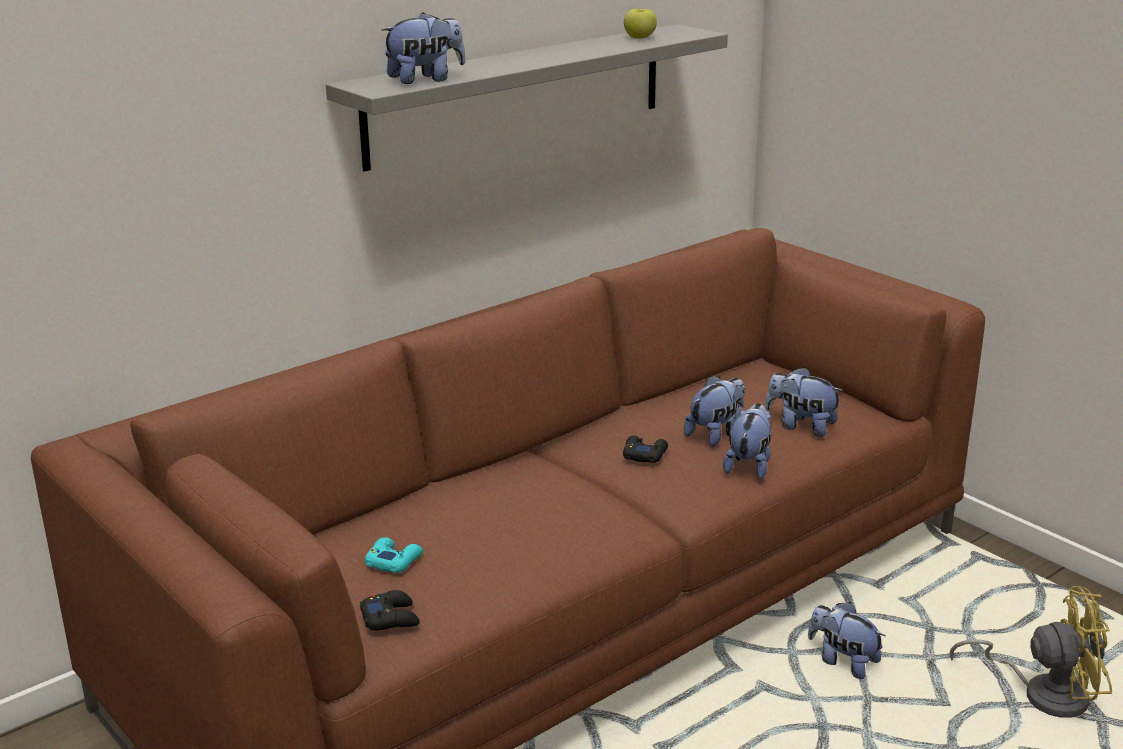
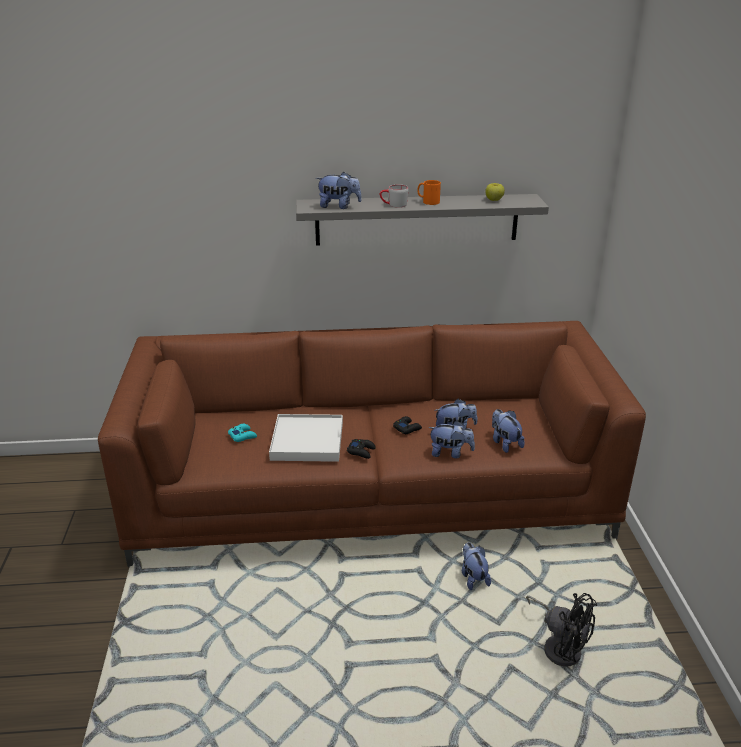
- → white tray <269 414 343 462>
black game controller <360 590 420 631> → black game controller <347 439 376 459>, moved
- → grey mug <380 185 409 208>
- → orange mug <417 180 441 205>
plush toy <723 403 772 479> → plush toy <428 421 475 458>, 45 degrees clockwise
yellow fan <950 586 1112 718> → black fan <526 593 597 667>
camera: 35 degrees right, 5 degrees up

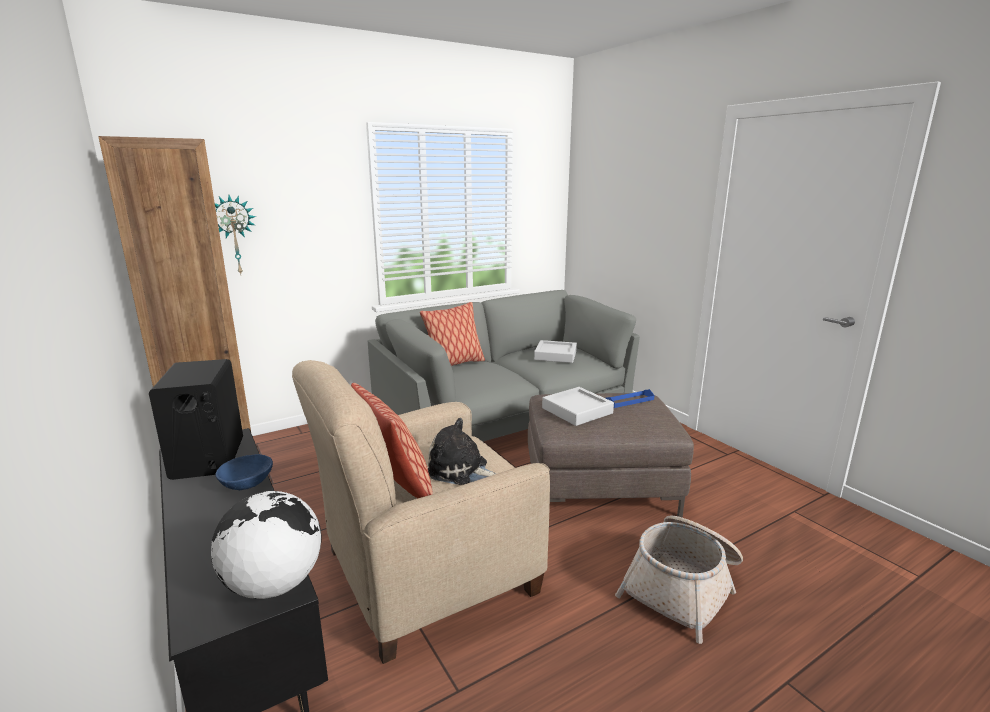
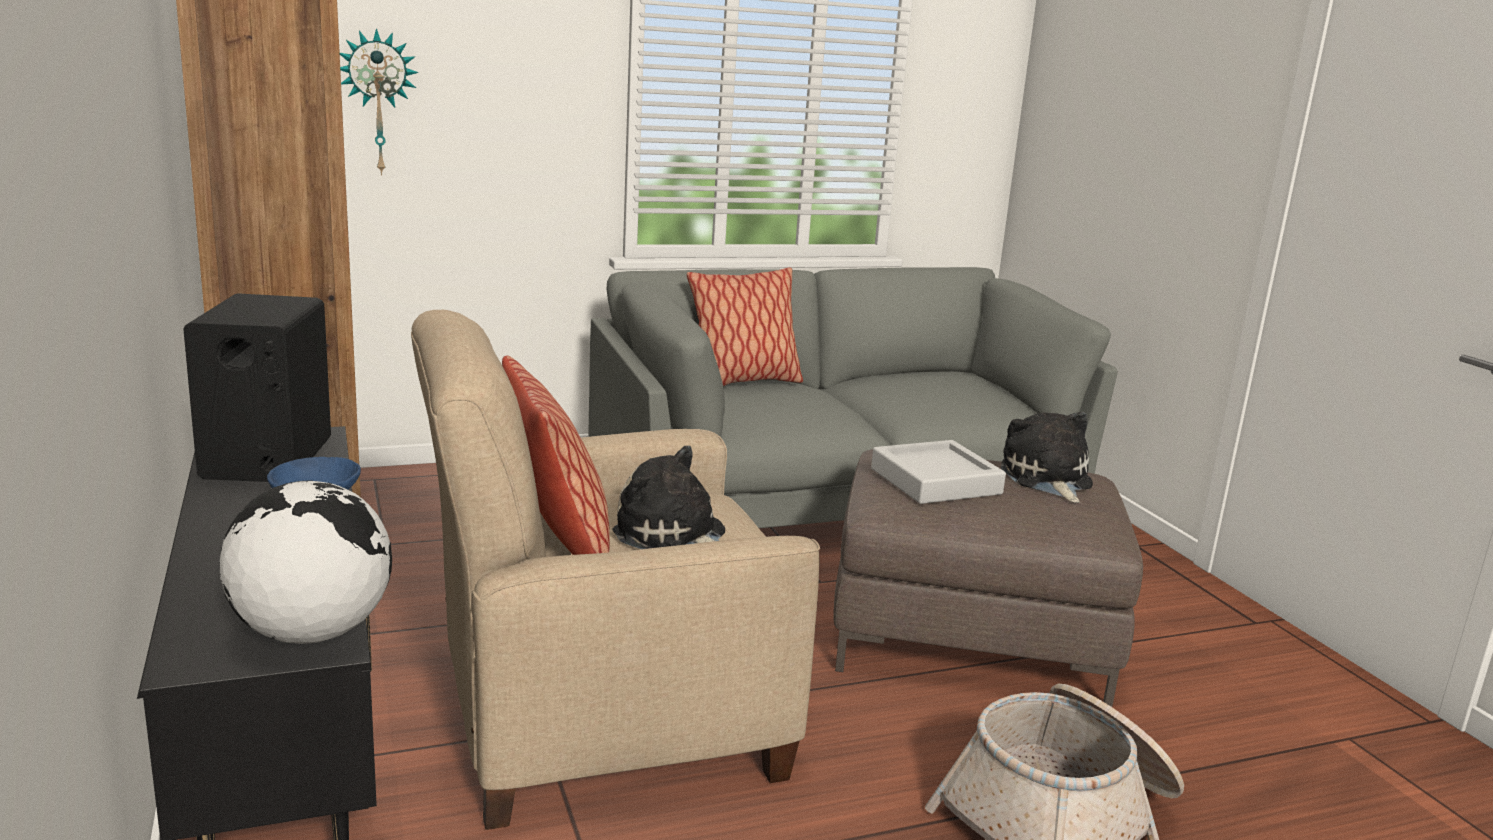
blue tray <606 389 654 408> → plush toy <1001 412 1093 503>
grey tray <534 340 577 363> → -
camera: 10 degrees right, 0 degrees up

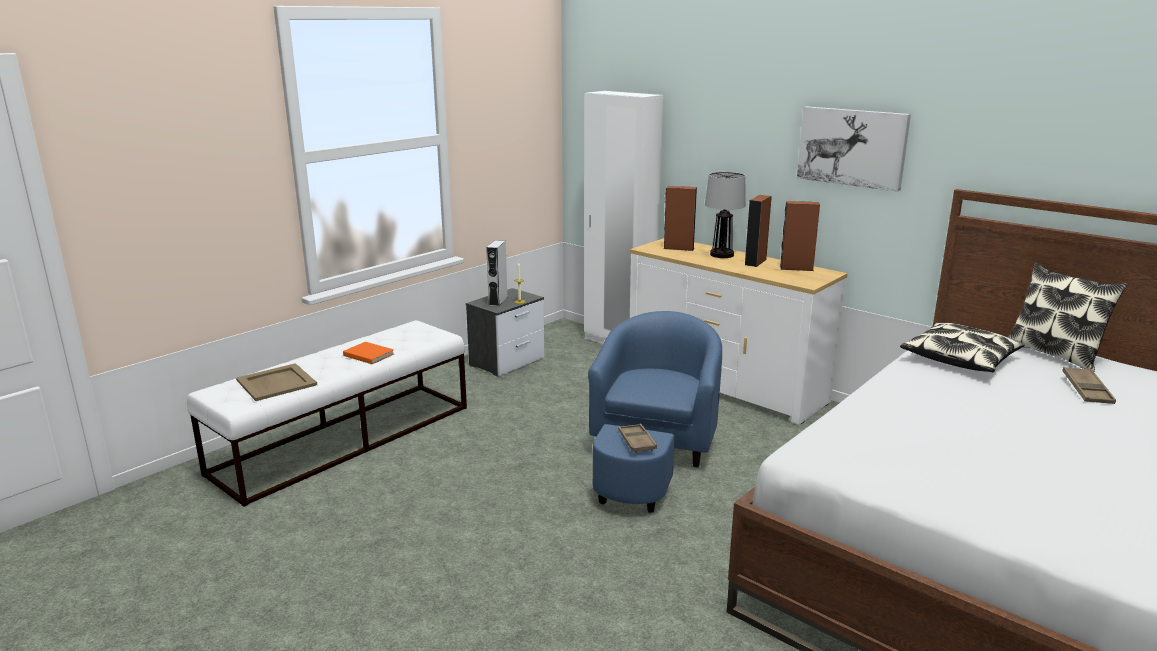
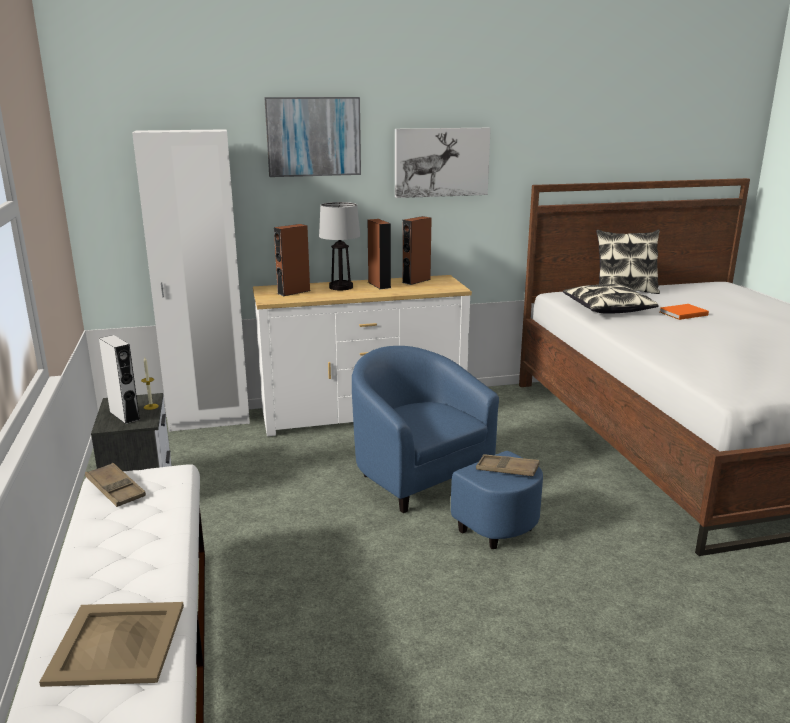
brown tray <1062 367 1116 404> → brown tray <85 463 146 507>, moved
- → picture <264 97 361 177>
orange book <343 342 394 364> → orange book <660 304 709 320>, moved
camera: 55 degrees left, 0 degrees up

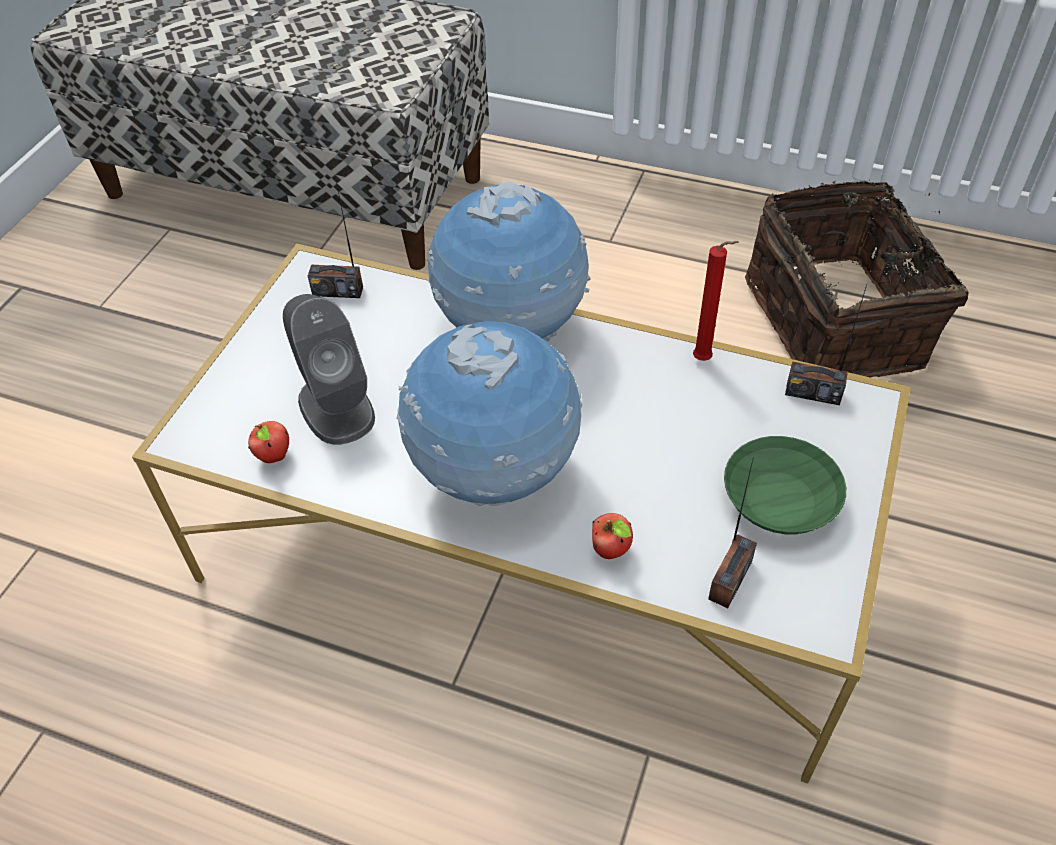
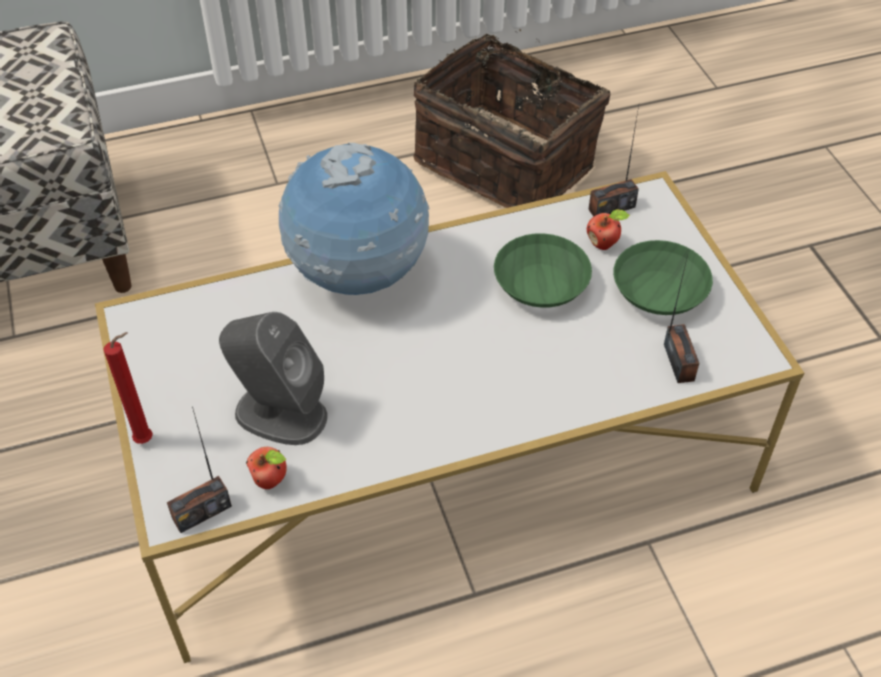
red candle <693 241 738 361> → red candle <103 332 153 444>, moved
radio <308 181 363 298> → radio <167 406 232 533>, moved
- → green bowl <494 233 592 308>
apple <592 513 633 559> → apple <587 209 630 250>, moved
globe <396 321 582 506> → -
camera: 40 degrees left, 0 degrees up

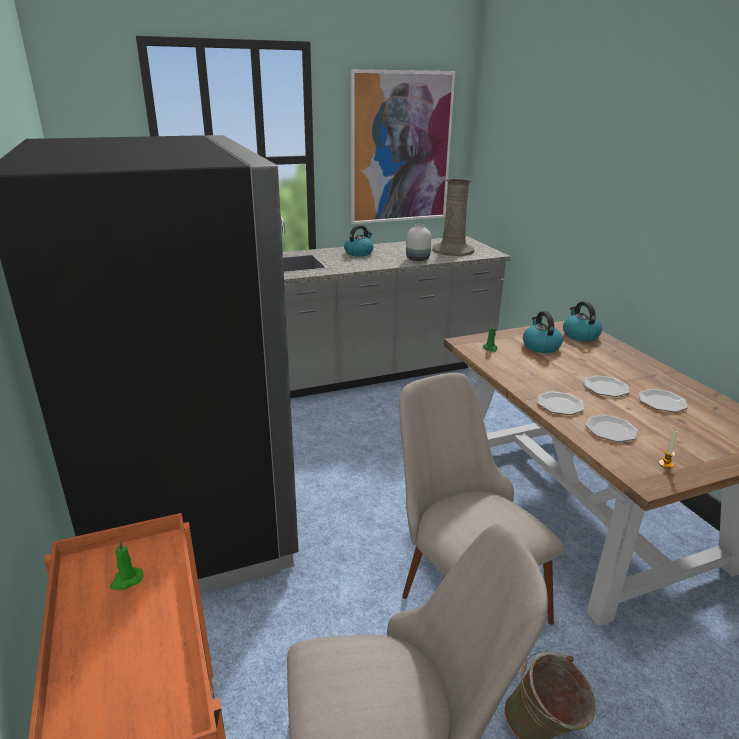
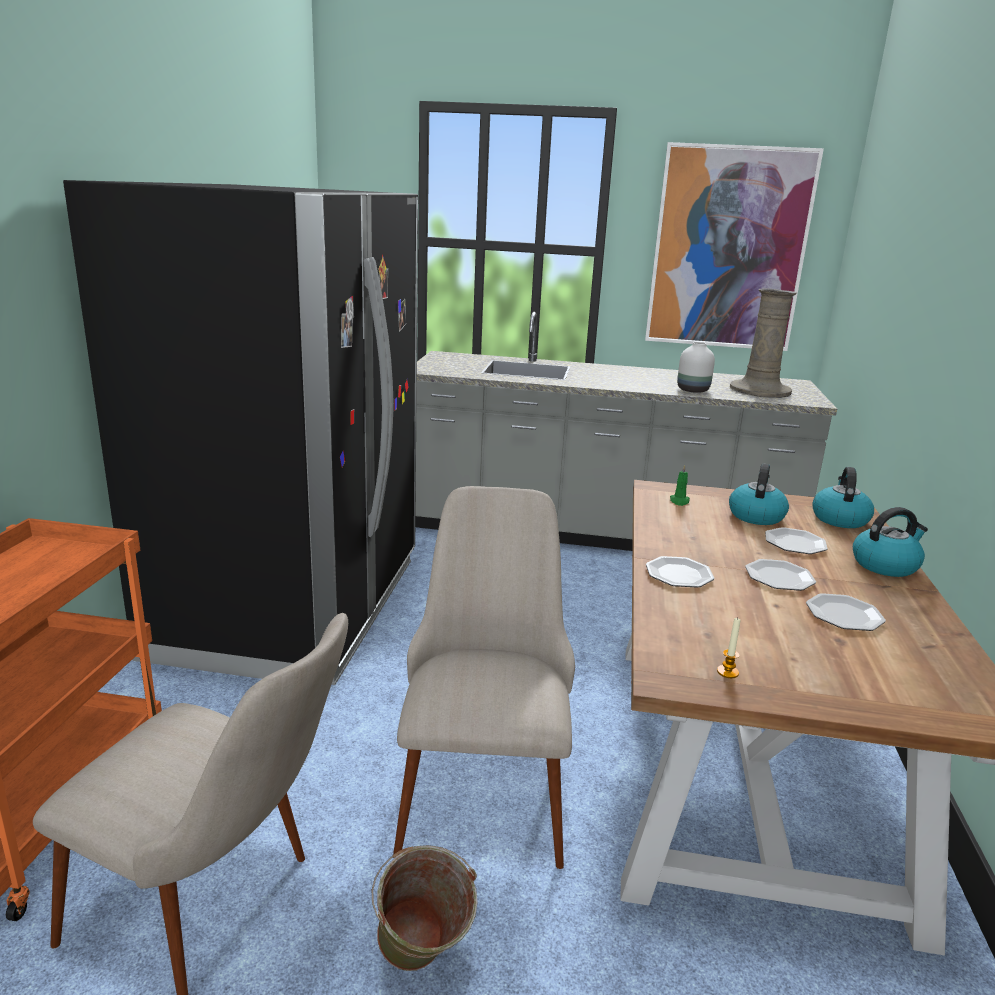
plate <585 415 638 442> → plate <765 527 828 554>, moved
kettle <344 225 374 256> → kettle <853 507 928 577>, moved
green candle <110 541 143 590> → -
camera: 30 degrees right, 5 degrees down

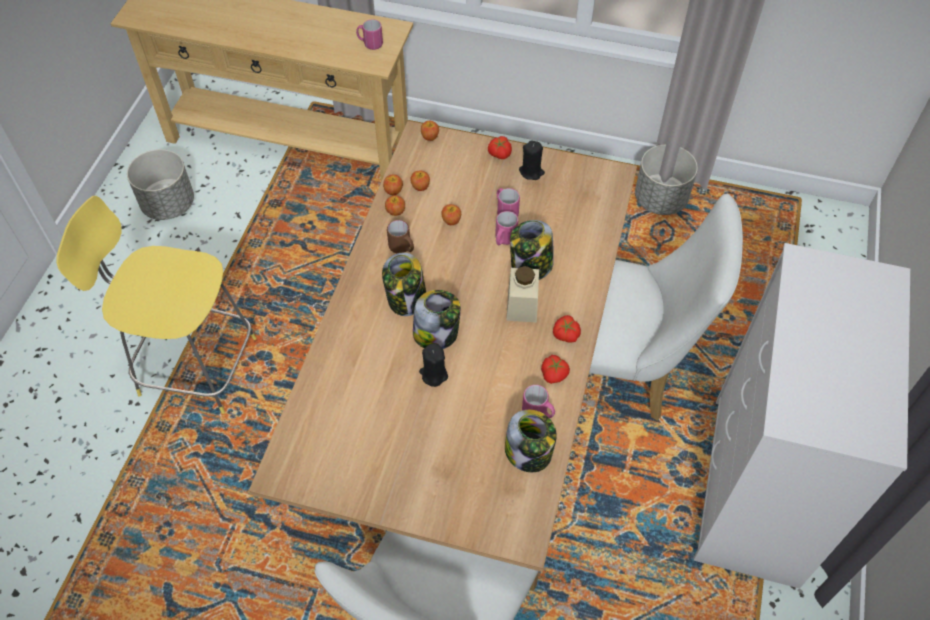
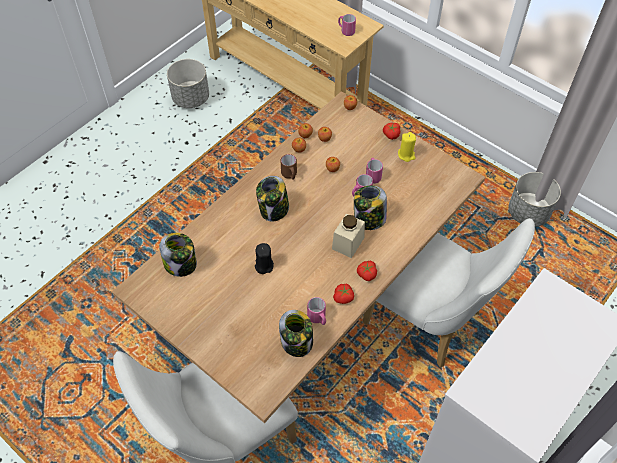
jar <413 290 461 349> → jar <160 233 197 277>, moved
black candle <519 140 545 180> → yellow candle <398 132 416 162>
yellow stool <56 196 256 414> → -
camera: 25 degrees right, 0 degrees up

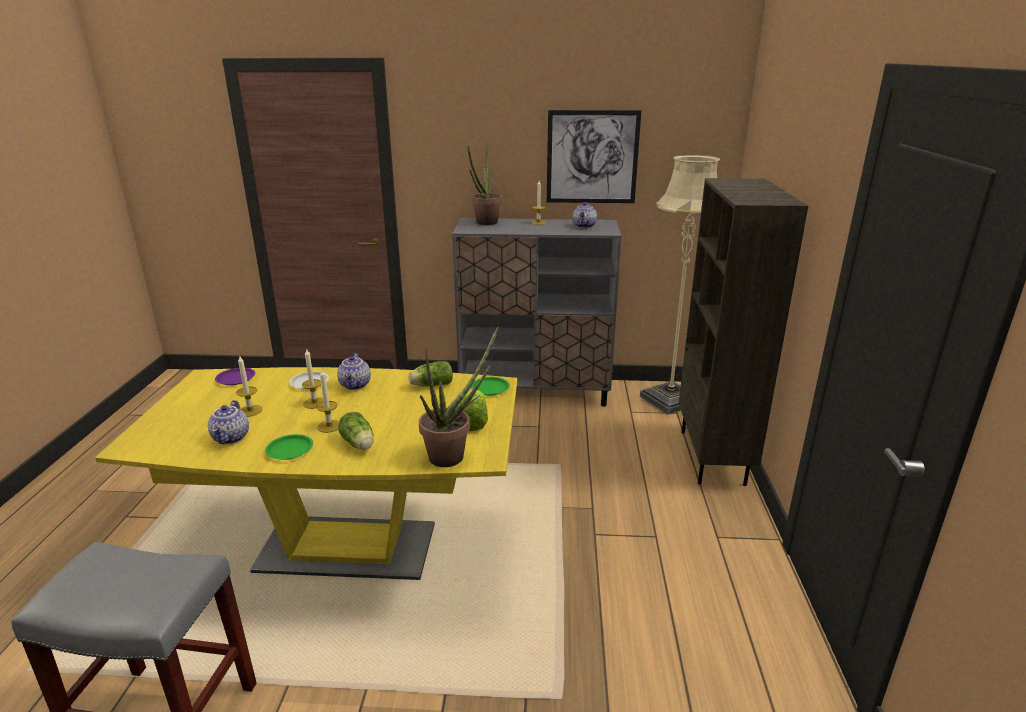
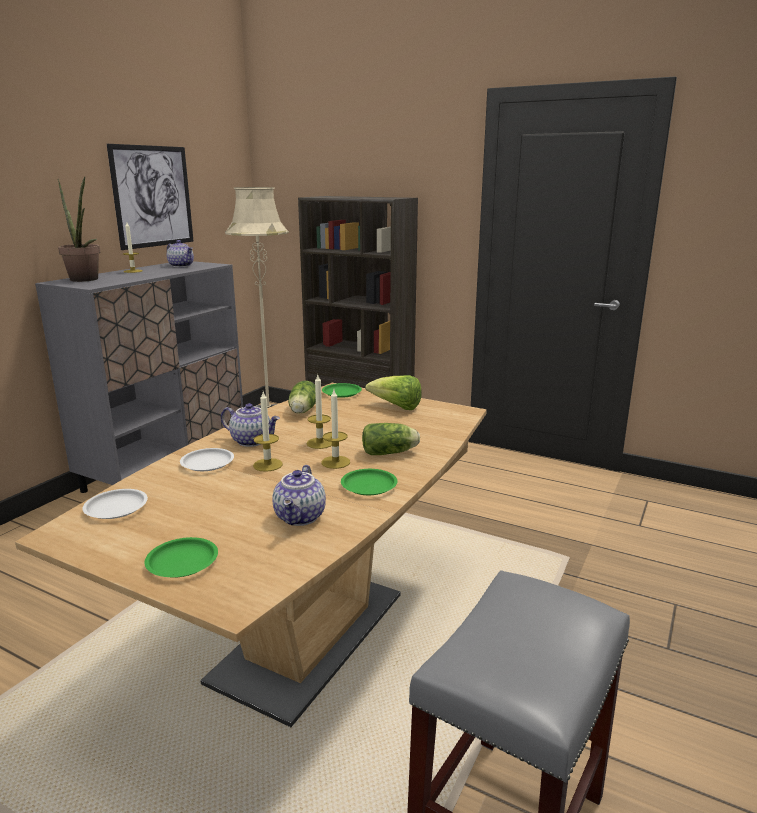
yellow dining table <95 367 517 580> → brown dining table <15 383 487 727>
purple plate <215 368 255 385> → white plate <82 489 148 519>
- → green plate <145 537 218 578>
teapot <208 400 249 444> → teapot <272 465 326 526>, 75 degrees clockwise
candle <236 356 263 417> → candle <307 375 332 449>, moved
potted plant <419 326 499 467> → -
camera: 65 degrees left, 5 degrees down

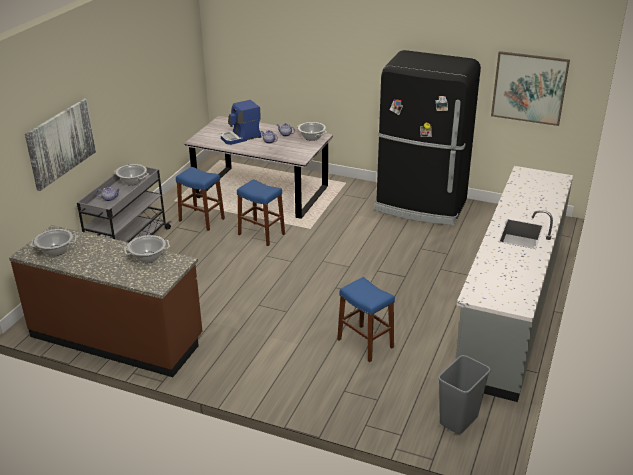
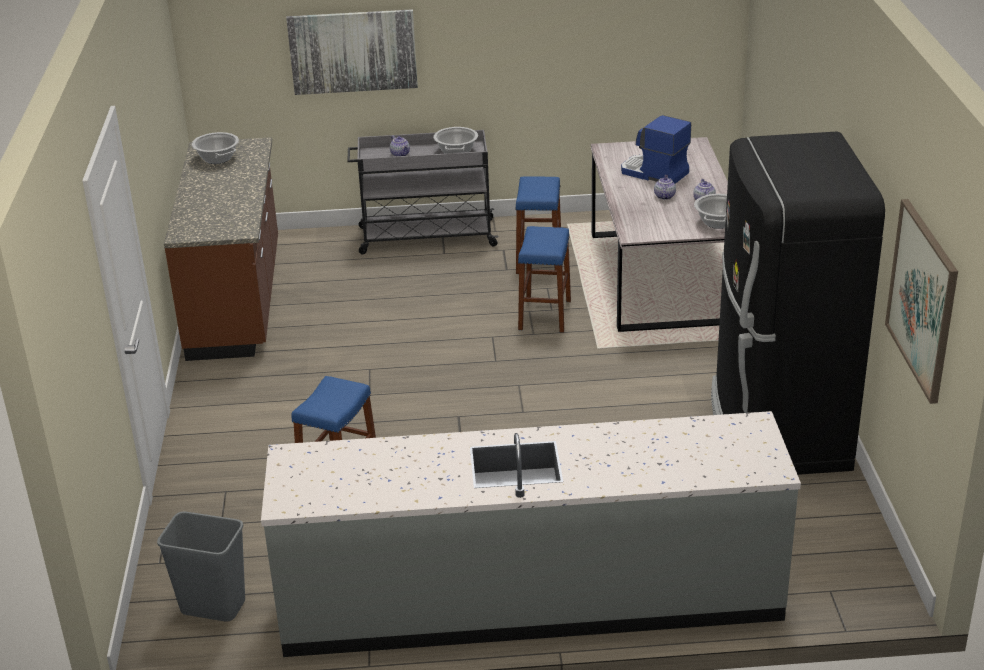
cooking pot <124 235 170 263> → -
camera: 65 degrees right, 0 degrees up

